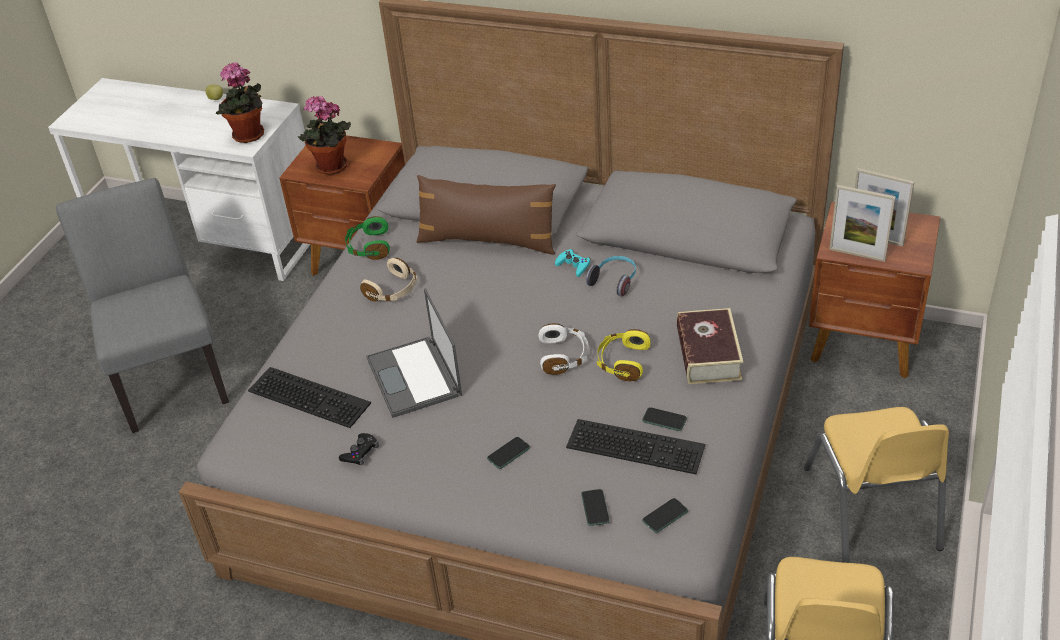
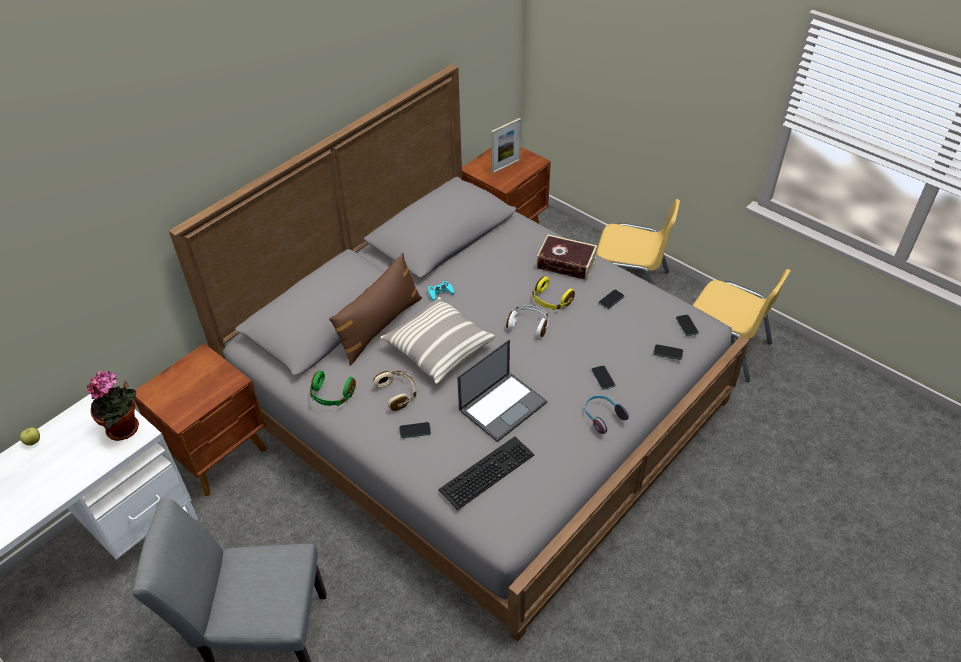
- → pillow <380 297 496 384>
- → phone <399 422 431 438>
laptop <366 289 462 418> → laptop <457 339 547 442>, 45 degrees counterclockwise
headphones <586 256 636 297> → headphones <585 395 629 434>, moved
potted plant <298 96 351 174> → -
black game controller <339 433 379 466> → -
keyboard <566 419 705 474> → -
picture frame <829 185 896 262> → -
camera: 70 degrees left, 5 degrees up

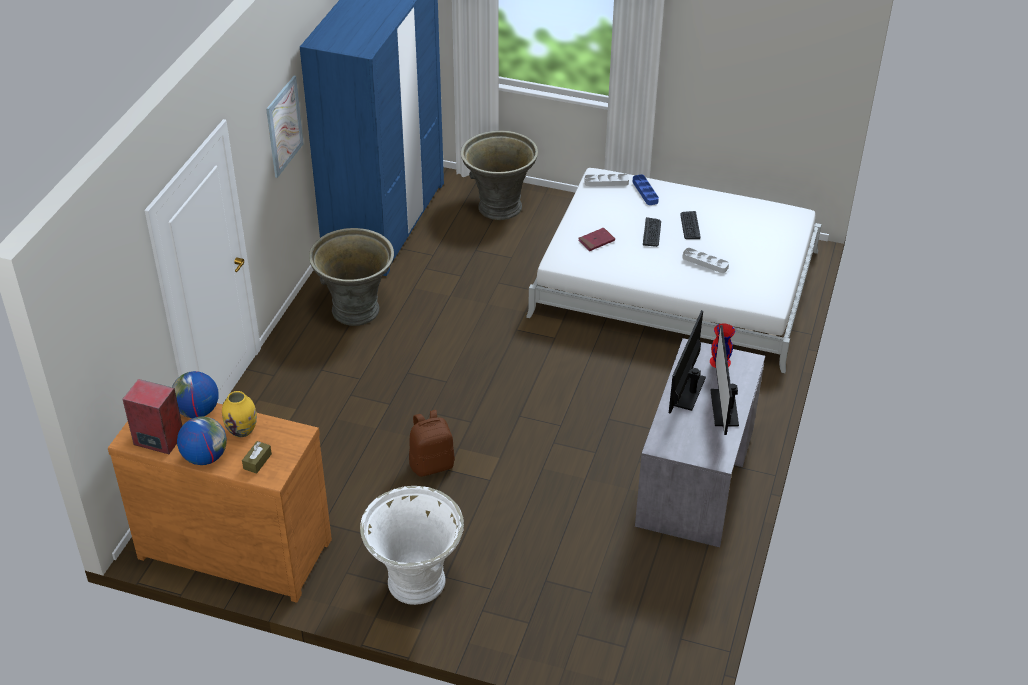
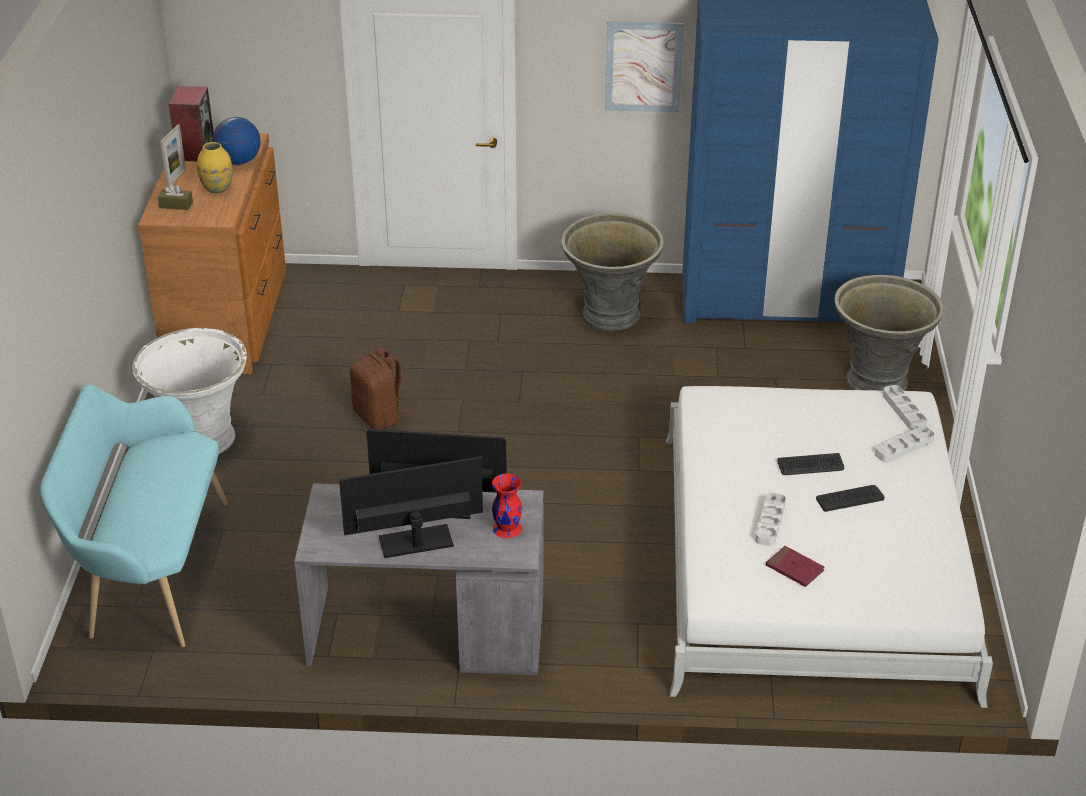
- → turquoise bench <40 385 228 647>
globe <177 416 227 465> → picture frame <160 124 186 187>
red book <578 228 615 251> → red book <766 546 824 587>, moved
blue tray <633 174 659 205> → grey tray <875 426 934 463>
camera: 75 degrees right, 5 degrees down

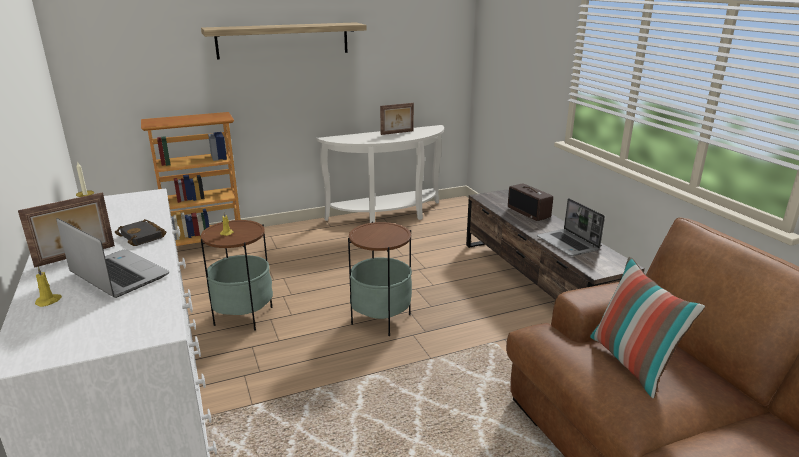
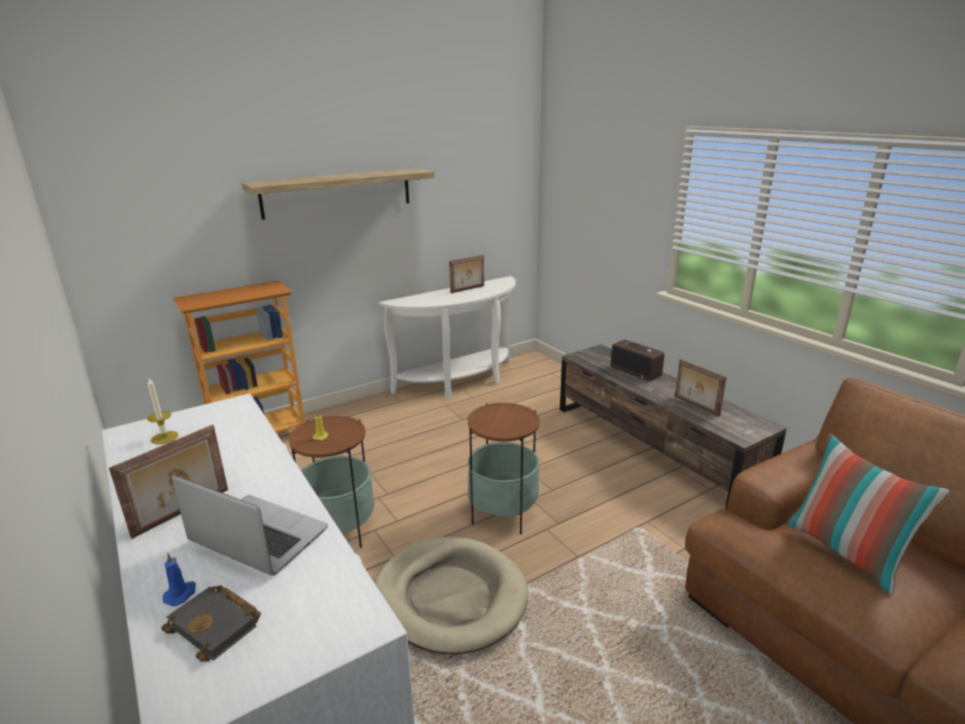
black book <115 219 166 246> → black book <161 585 261 662>, moved
yellow candle <35 267 62 307> → blue candle <162 553 196 606>
- → beige dog bed <375 537 529 654>
laptop <537 198 605 256> → picture frame <675 359 727 417>
camera: 10 degrees left, 0 degrees up

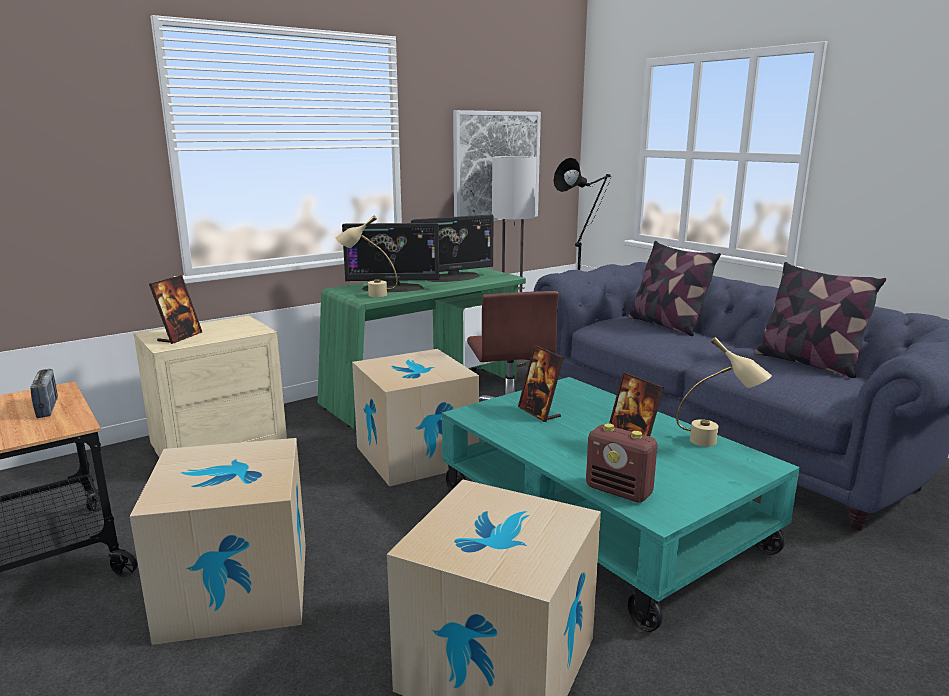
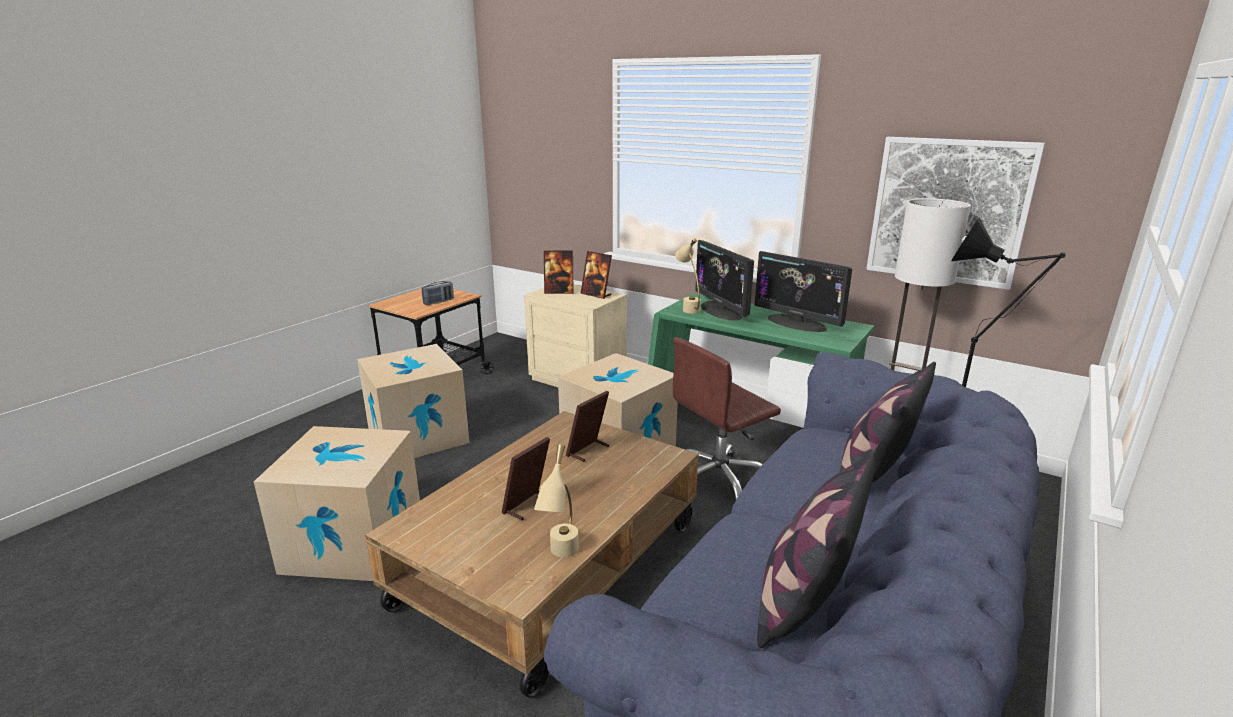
turquoise coffee table <442 377 800 632> → brown coffee table <365 411 699 698>
- → picture frame <580 251 612 299>
radio <586 423 657 503> → -
camera: 70 degrees right, 5 degrees up

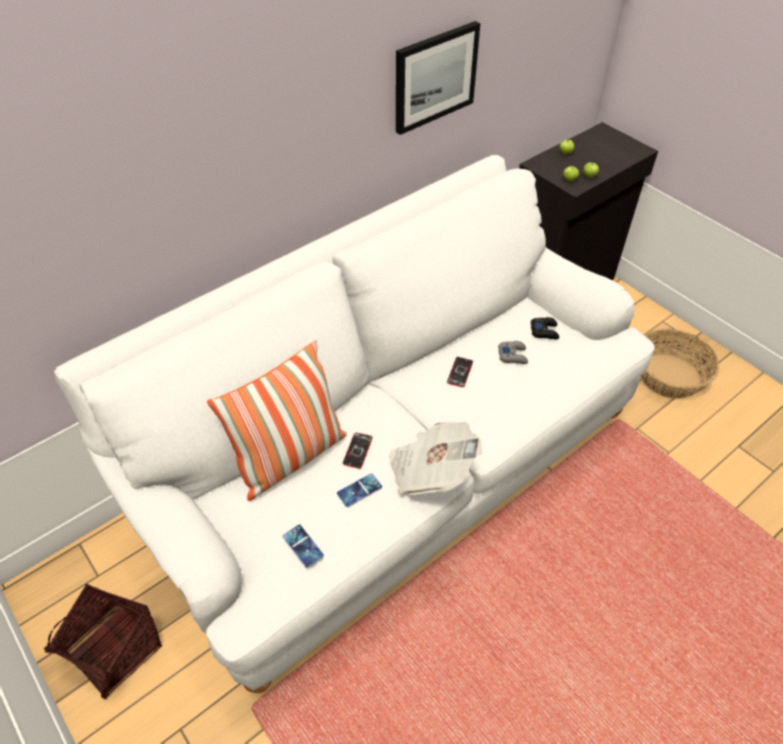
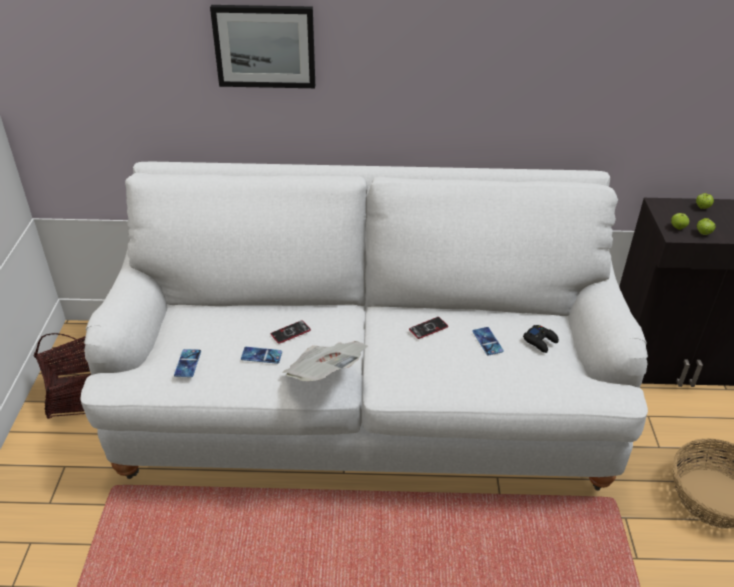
picture <396 21 480 135> → picture <210 5 315 88>, moved
grey game controller <498 341 528 364> → phone <472 327 504 355>
pillow <207 341 347 501> → -
camera: 40 degrees right, 10 degrees down

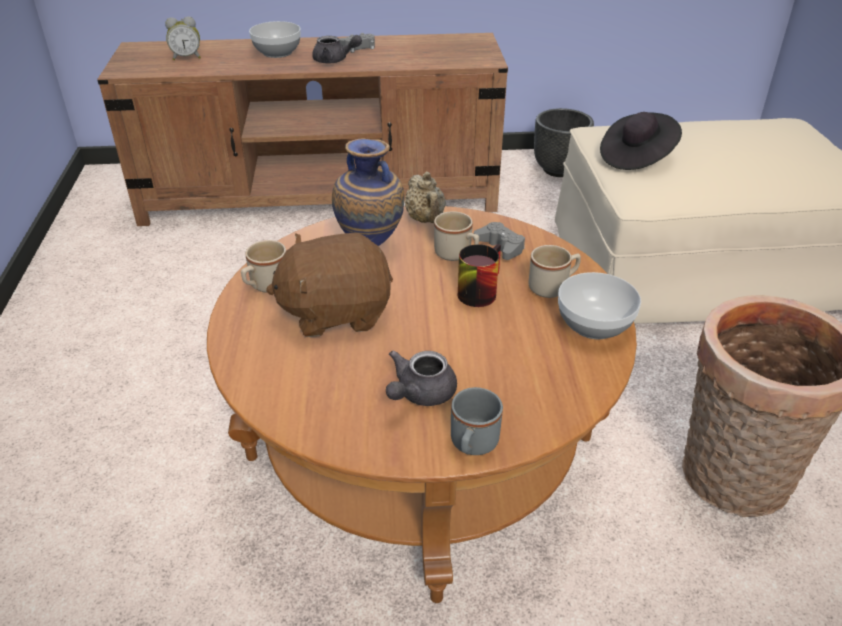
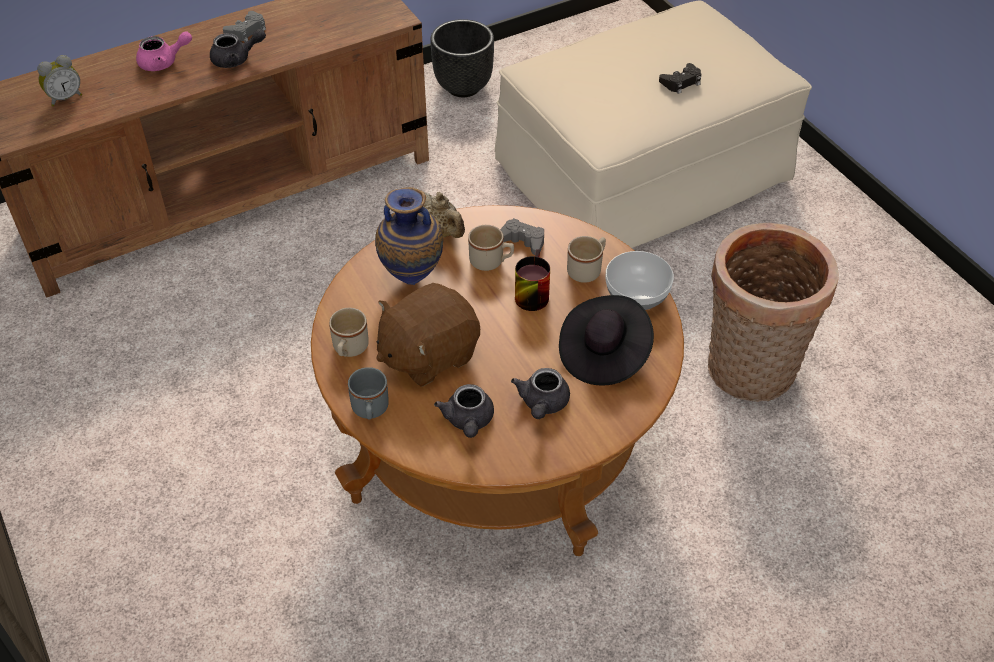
bowl <249 21 301 58> → pink teapot <136 31 192 71>
grey mug <451 387 503 455> → grey mug <348 367 389 419>, moved
- → grey teapot <434 384 494 438>
black hat <600 112 682 170> → black hat <559 295 654 386>, moved
- → black game controller <659 63 702 94>
camera: 25 degrees left, 10 degrees up

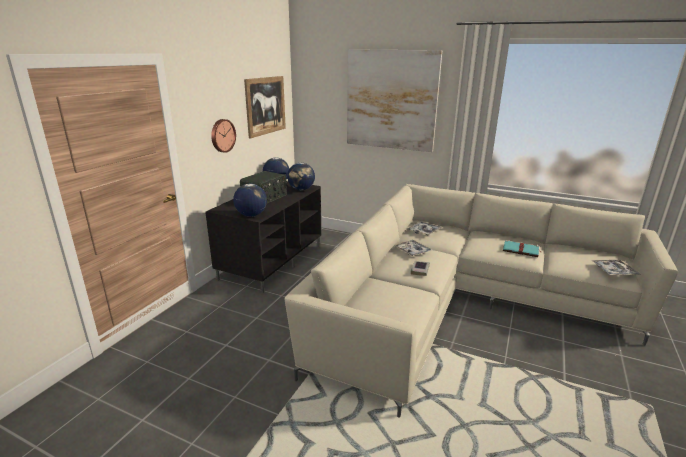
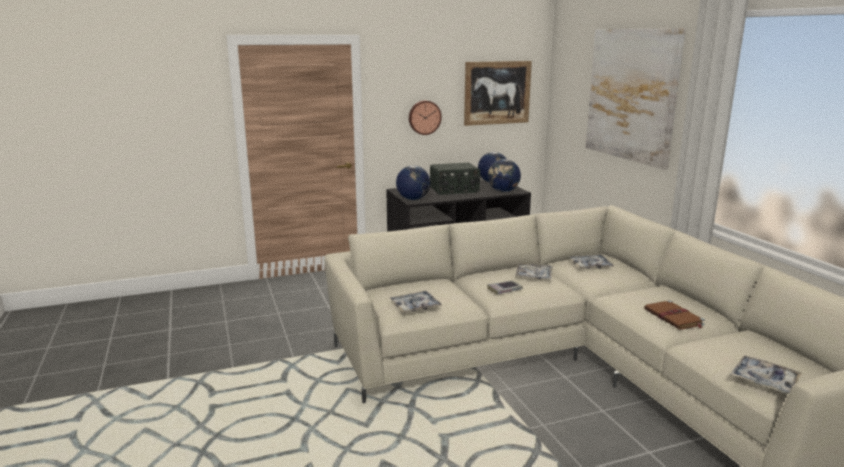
- → tray <390 291 442 313>
turquoise book <503 240 542 257> → brown book <644 300 705 330>
camera: 45 degrees right, 5 degrees down

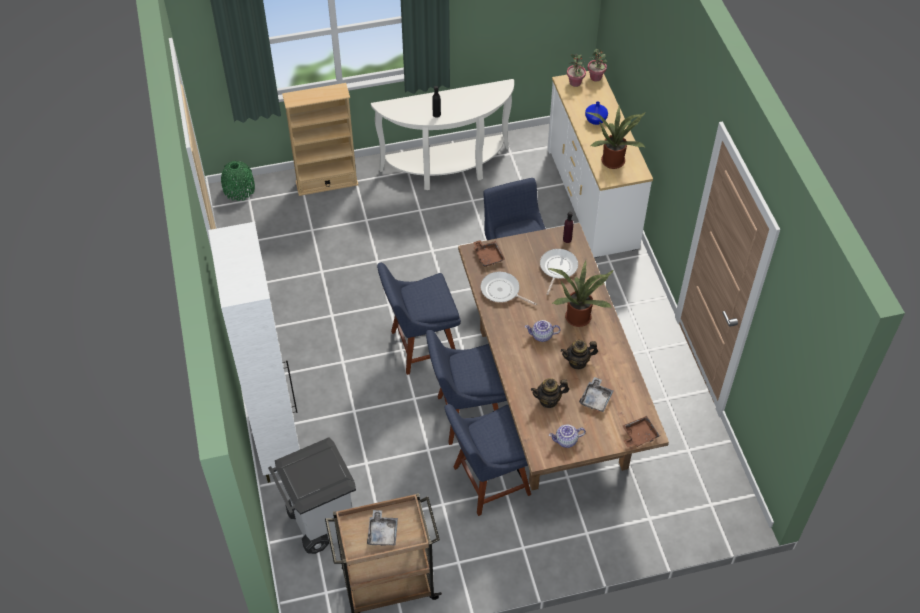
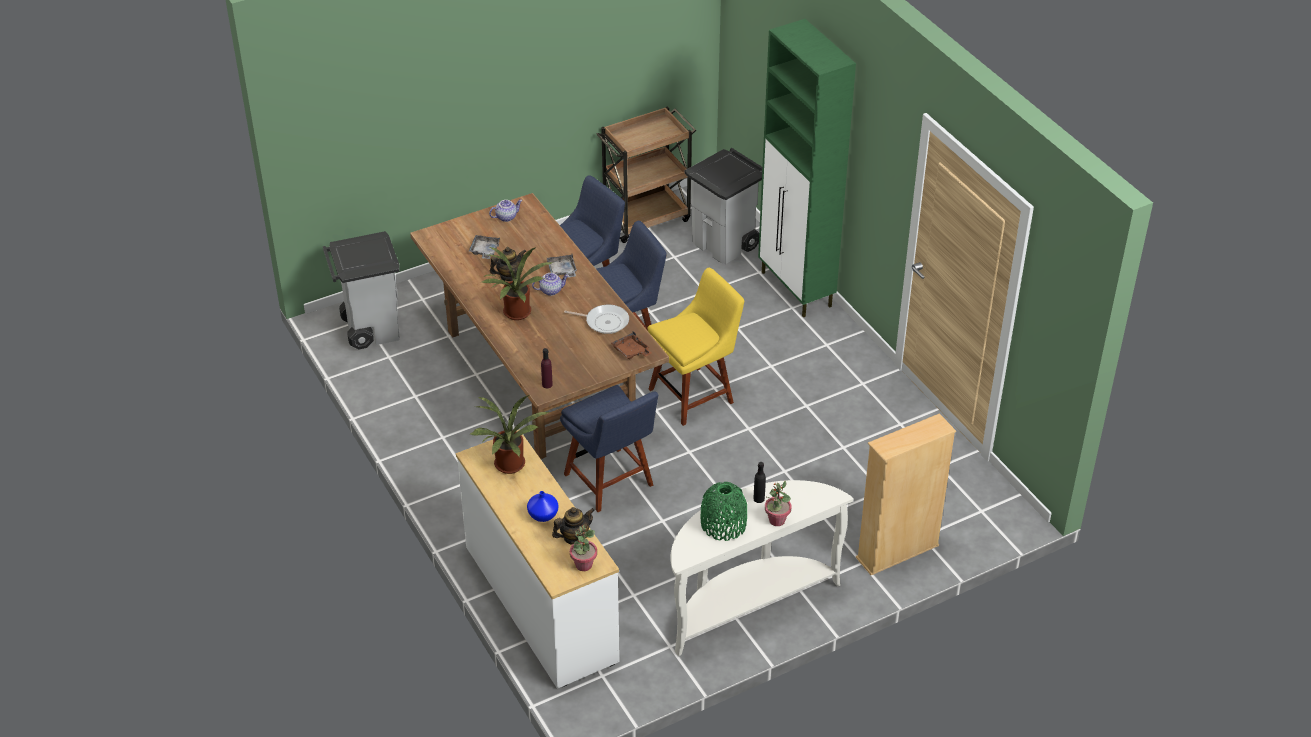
- → grey trash can <323 231 400 349>
grey tray <367 510 398 546> → grey tray <547 254 577 278>, moved
teapot <531 378 569 408> → teapot <552 507 595 545>, moved
blue chair <377 263 461 375> → yellow chair <648 268 744 426>
green vase <221 161 255 201> → green vase <700 482 747 541>, moved
white cabinet <208 222 300 483> → green cabinet <758 19 856 318>
potted plant <587 48 607 82> → potted plant <765 481 791 526>, moved
frying pan <540 249 578 295> → -
brown tray <623 416 660 447> → -
camera: 165 degrees right, 10 degrees down

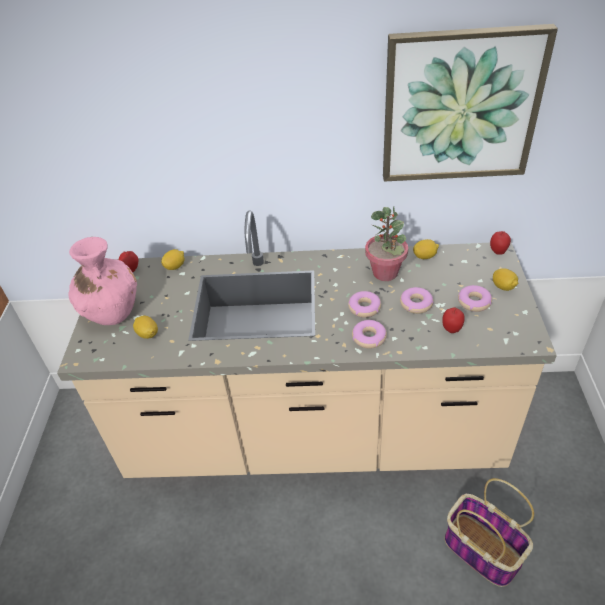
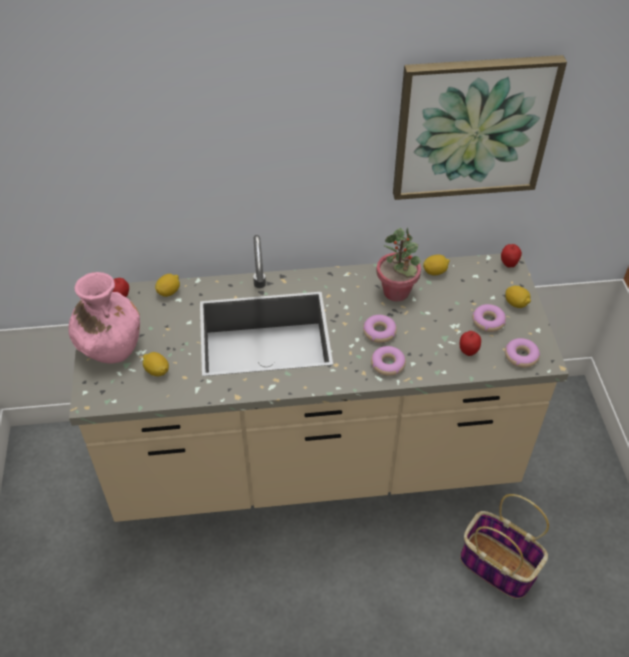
donut <400 287 434 314> → donut <505 338 540 368>, moved
camera: 10 degrees left, 5 degrees up

